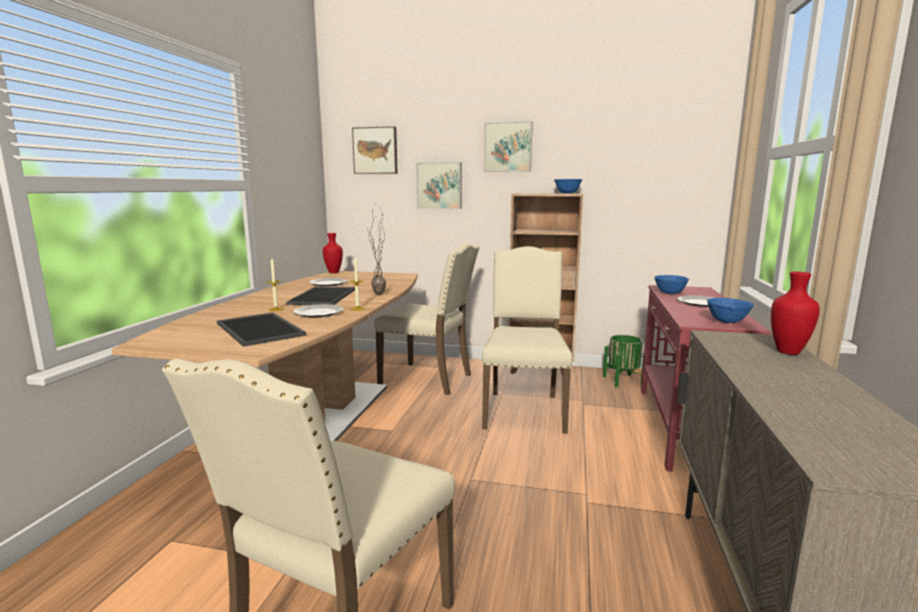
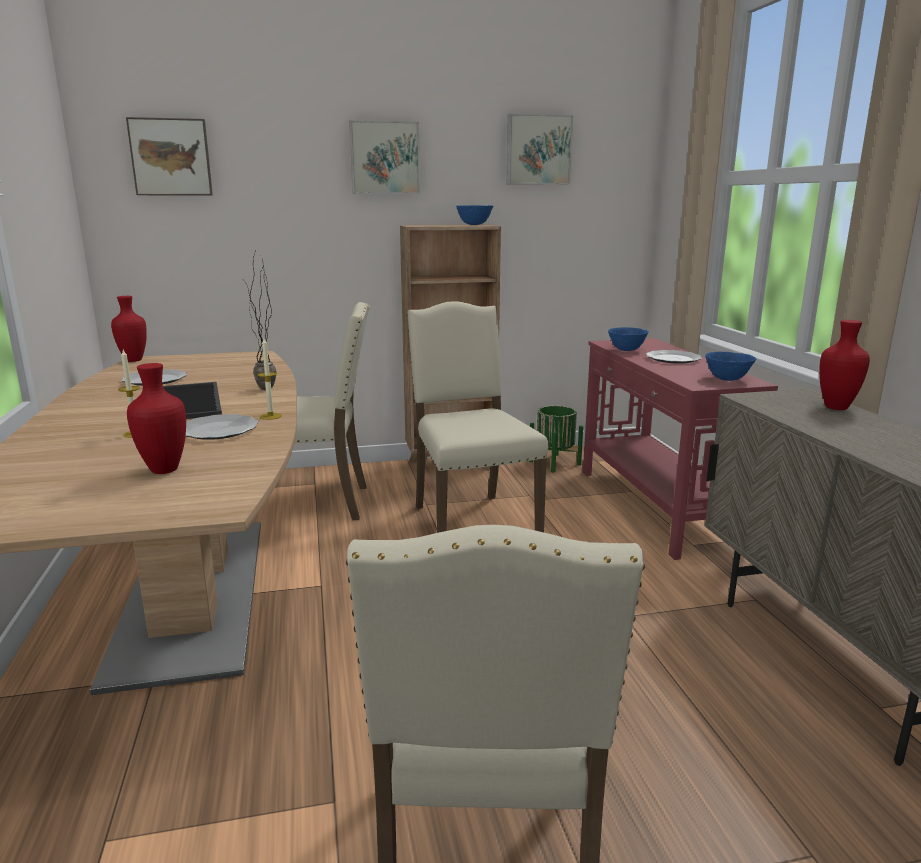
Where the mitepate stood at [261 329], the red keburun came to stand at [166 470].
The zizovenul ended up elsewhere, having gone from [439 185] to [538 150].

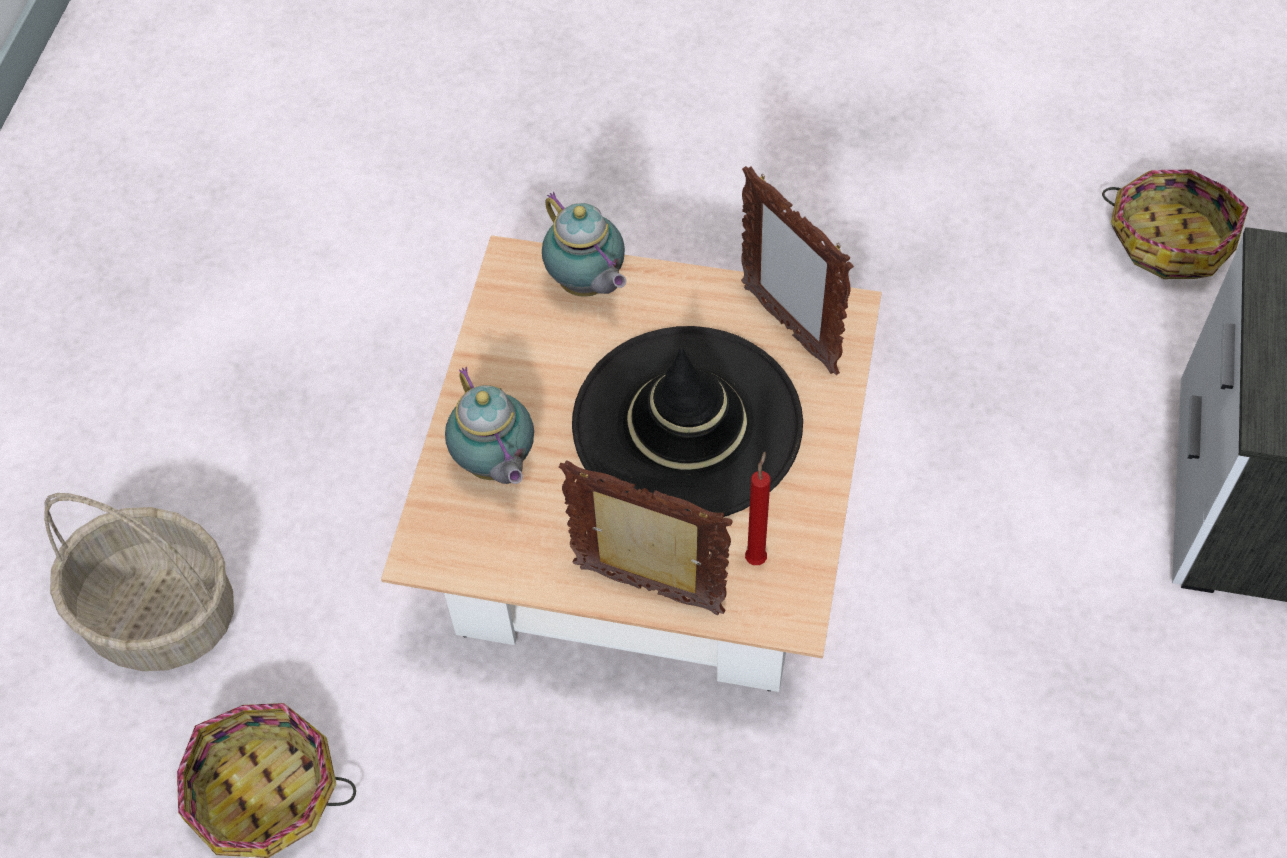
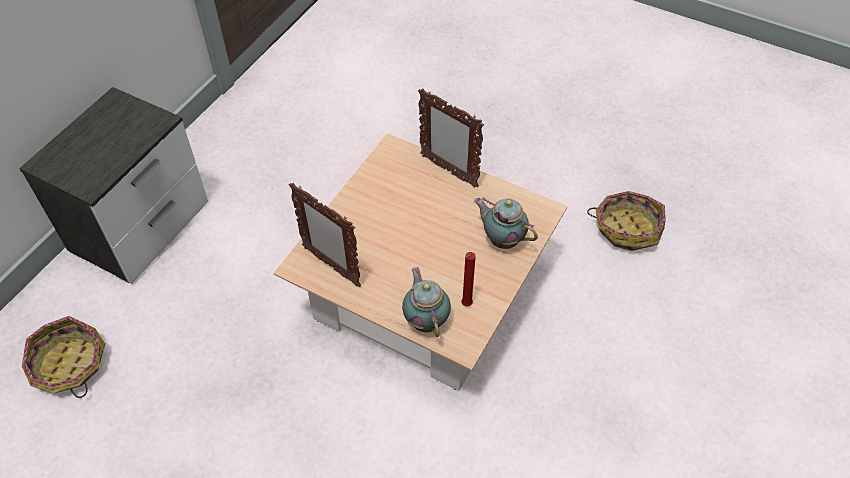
The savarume at [788 329] ended up facing another way, 150 degrees clockwise from before.
The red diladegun ended up elsewhere, having gone from [756 556] to [465 305].
The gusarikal at [496 466] ended up facing another way, 45 degrees counterclockwise from before.
The second view lost the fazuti at [158 615].
The second view lost the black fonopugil at [687 424].

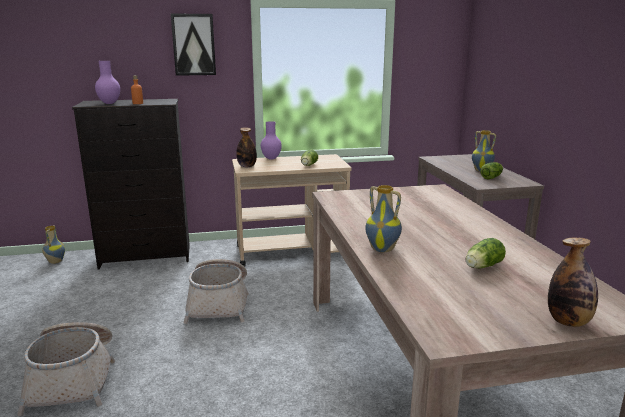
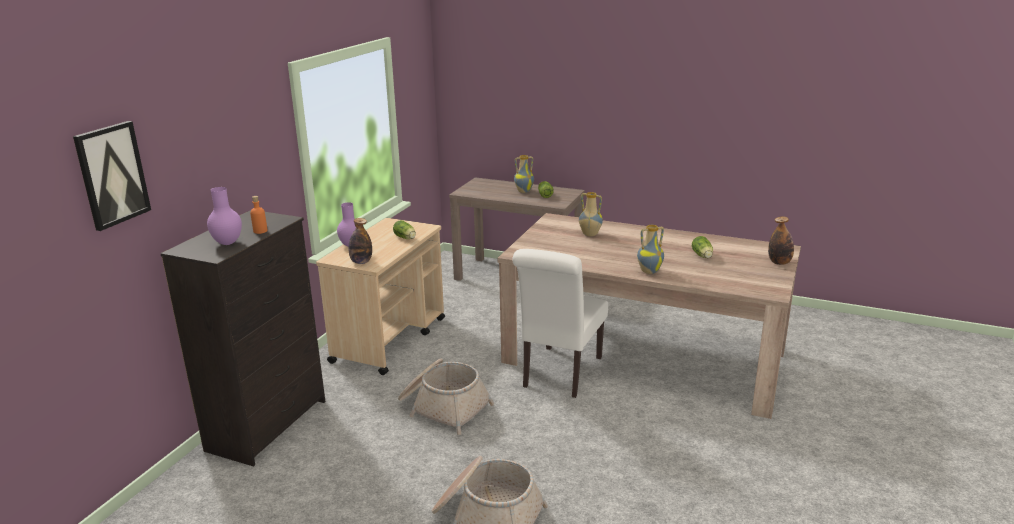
The zizovenul ended up elsewhere, having gone from [193 44] to [112 175].
The second view gained the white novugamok at [560 374].
The keburun ended up elsewhere, having gone from [55 261] to [589 234].

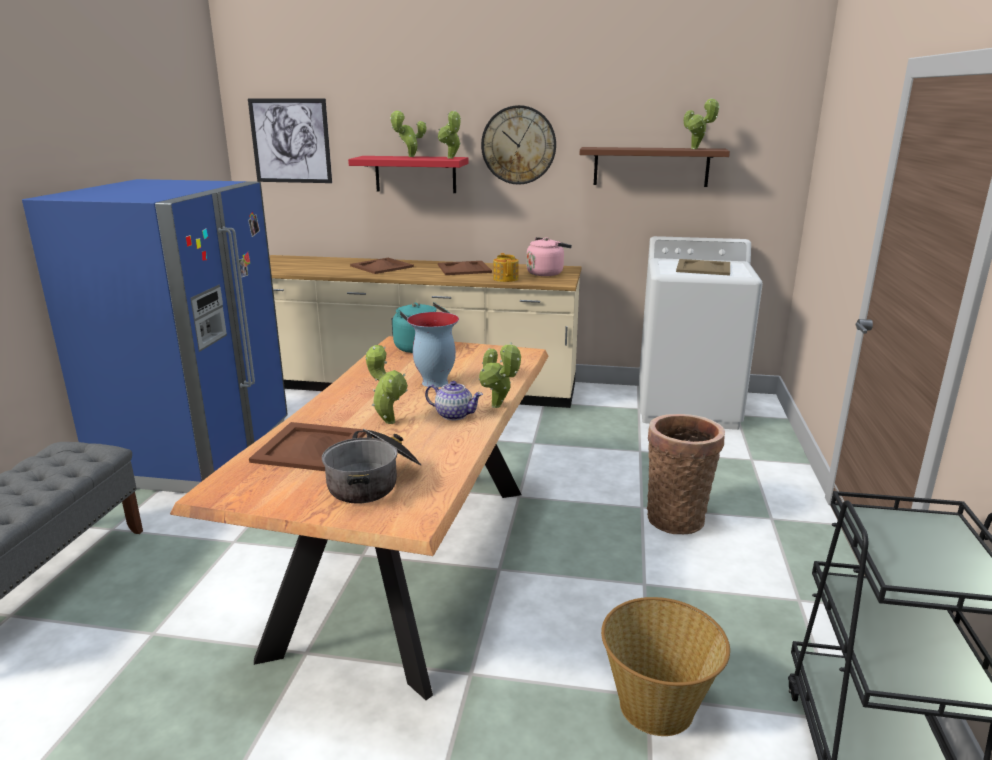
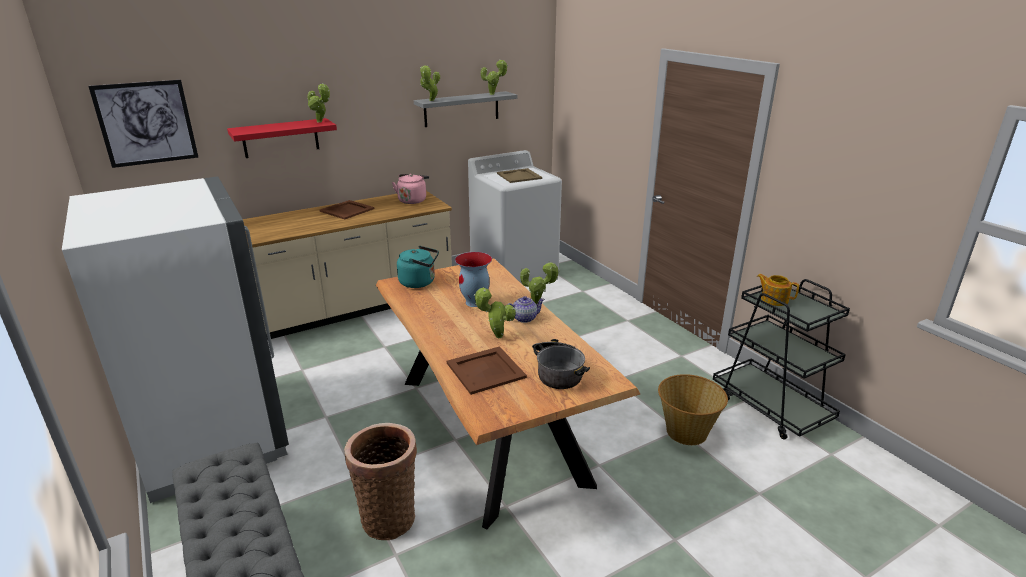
What was the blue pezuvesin at [197 453] turned into the white pezuvesin at [214 436].
The fazuti ended up elsewhere, having gone from [677 517] to [388 516].
What was the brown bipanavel at [651 166] turned into the grey bipanavel at [461 109].
The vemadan ended up elsewhere, having gone from [409 157] to [431 101].
The gusarikal ended up elsewhere, having gone from [506 278] to [774 299].
The second view lost the brown mitepate at [381 266].
The second view lost the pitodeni at [518 145].

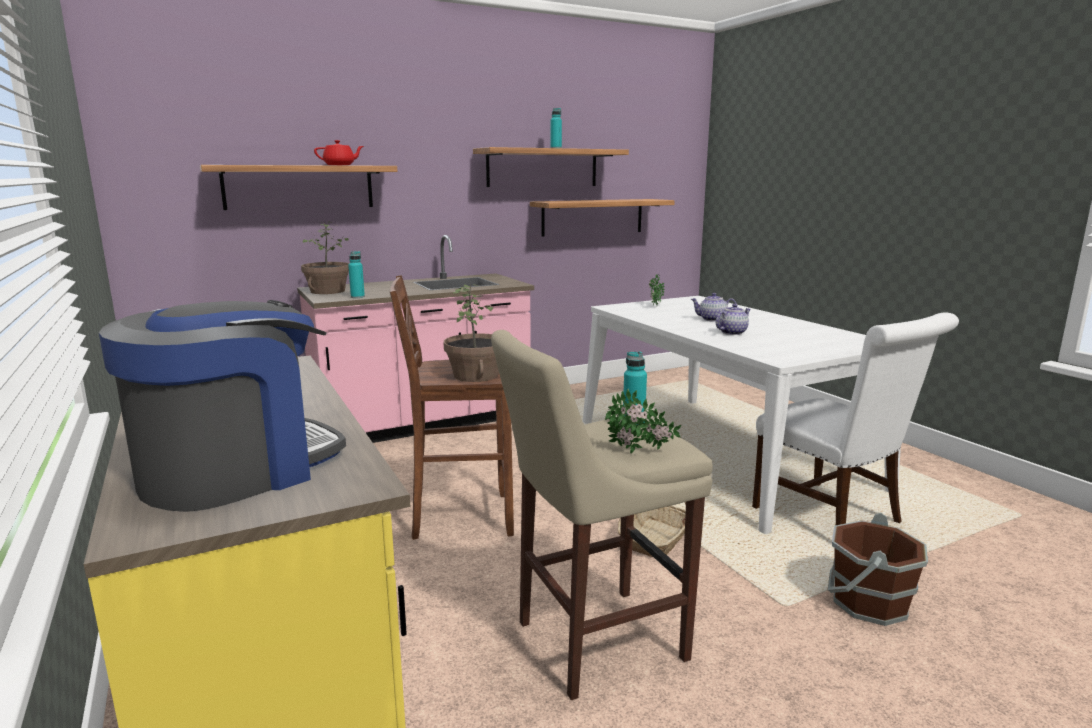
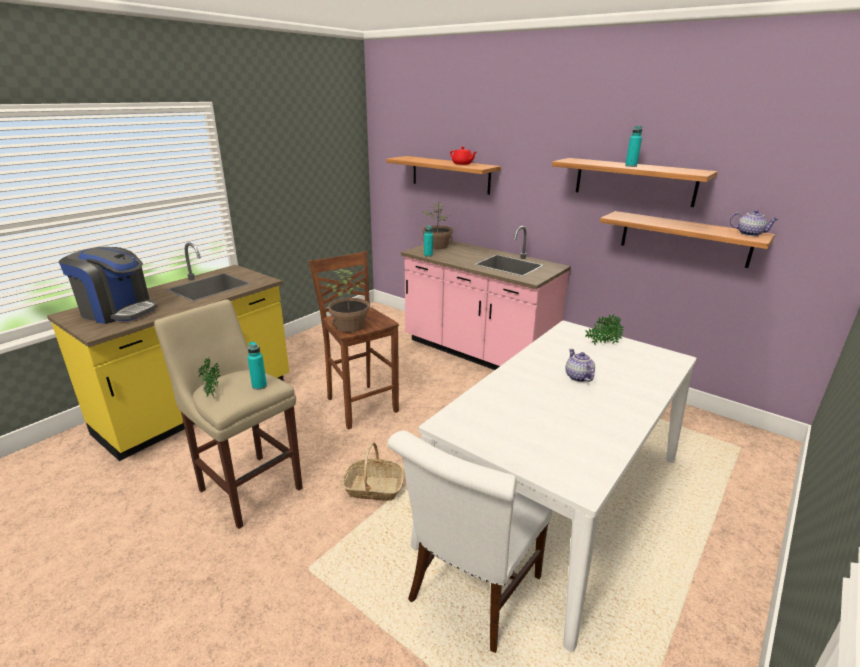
The gusarikal ended up elsewhere, having gone from [731 332] to [749 234].
The second view lost the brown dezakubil at [868 602].

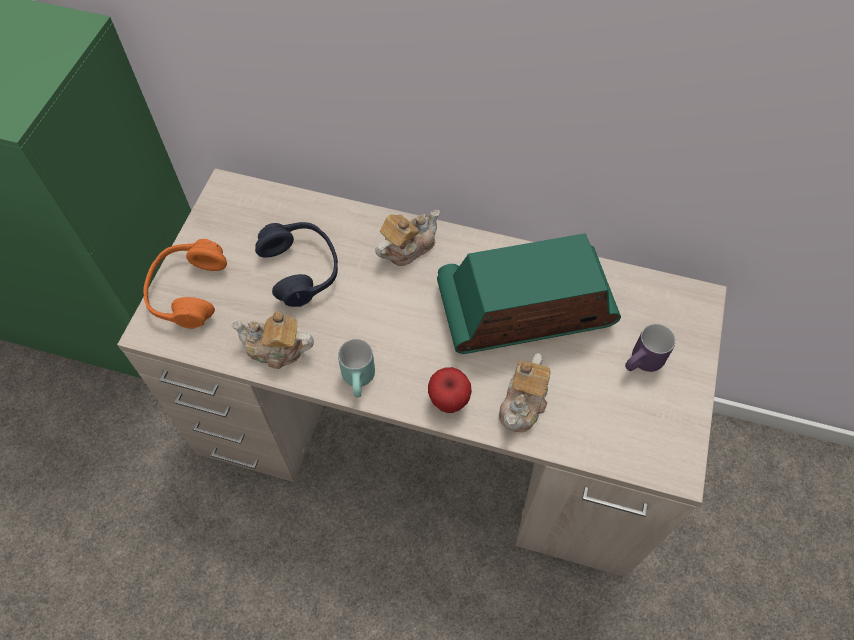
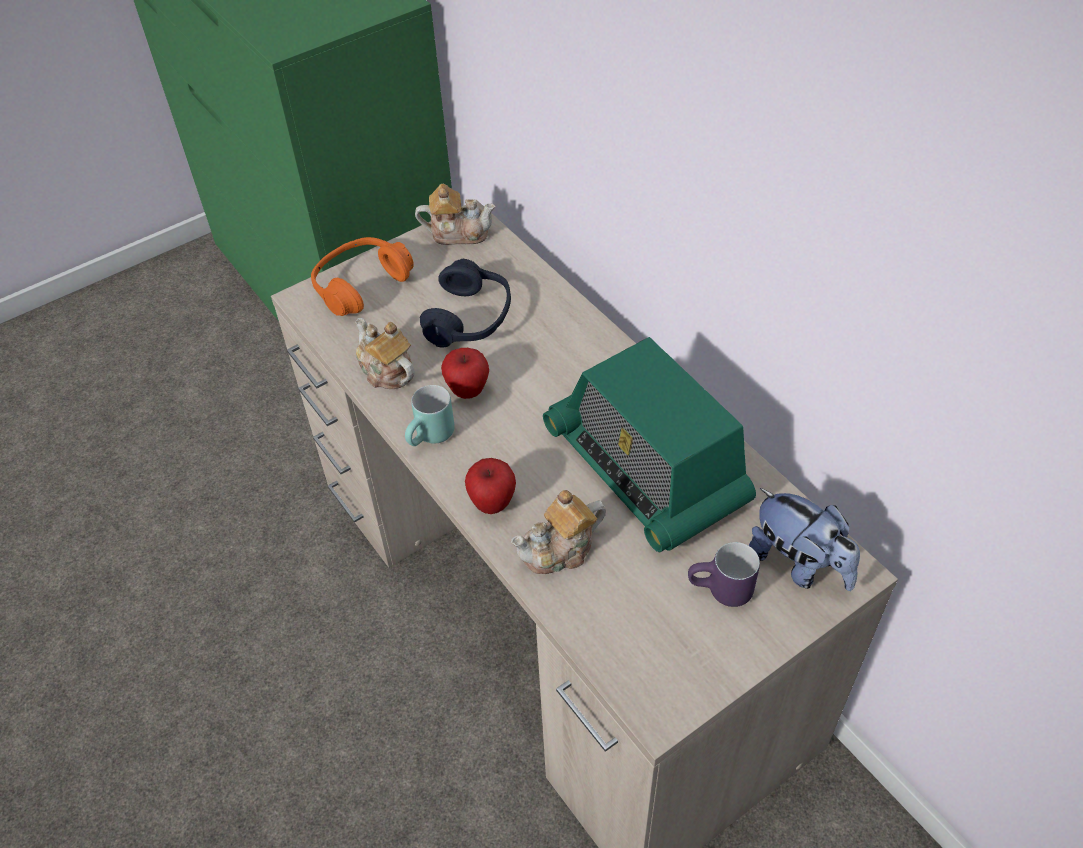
The gusarikal ended up elsewhere, having gone from [407 247] to [458 233].
The second view gained the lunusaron at [468 390].
The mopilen at [524 308] ended up facing another way, 150 degrees counterclockwise from before.
The second view gained the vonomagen at [799 564].

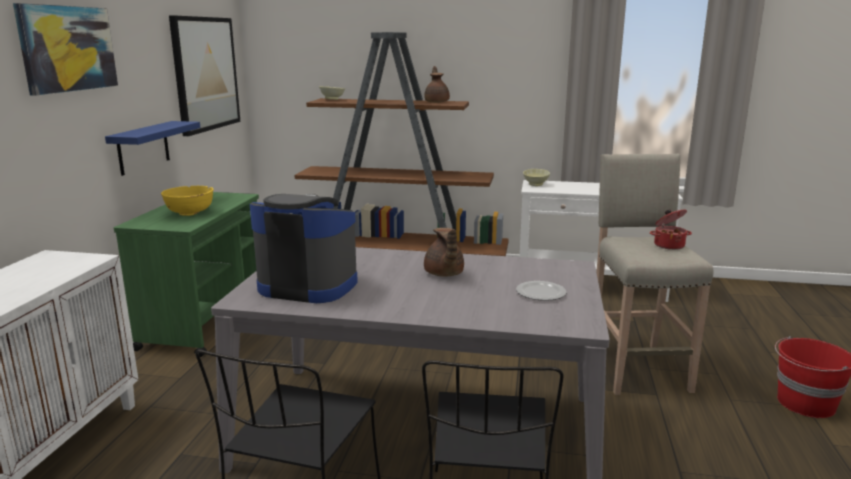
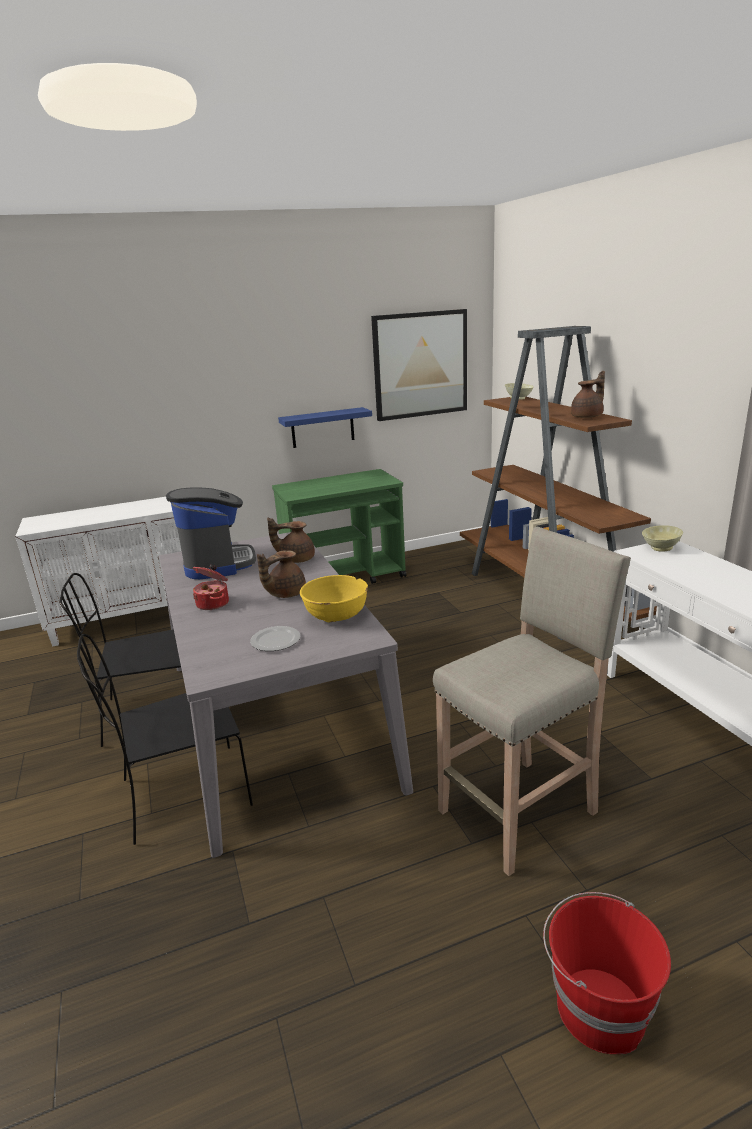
The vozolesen ended up elsewhere, having gone from [668 245] to [213 603].
The second view gained the brown gusarikal at [296 559].
The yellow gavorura ended up elsewhere, having gone from [190 212] to [336 616].
The second view lost the zizovenul at [68 48].

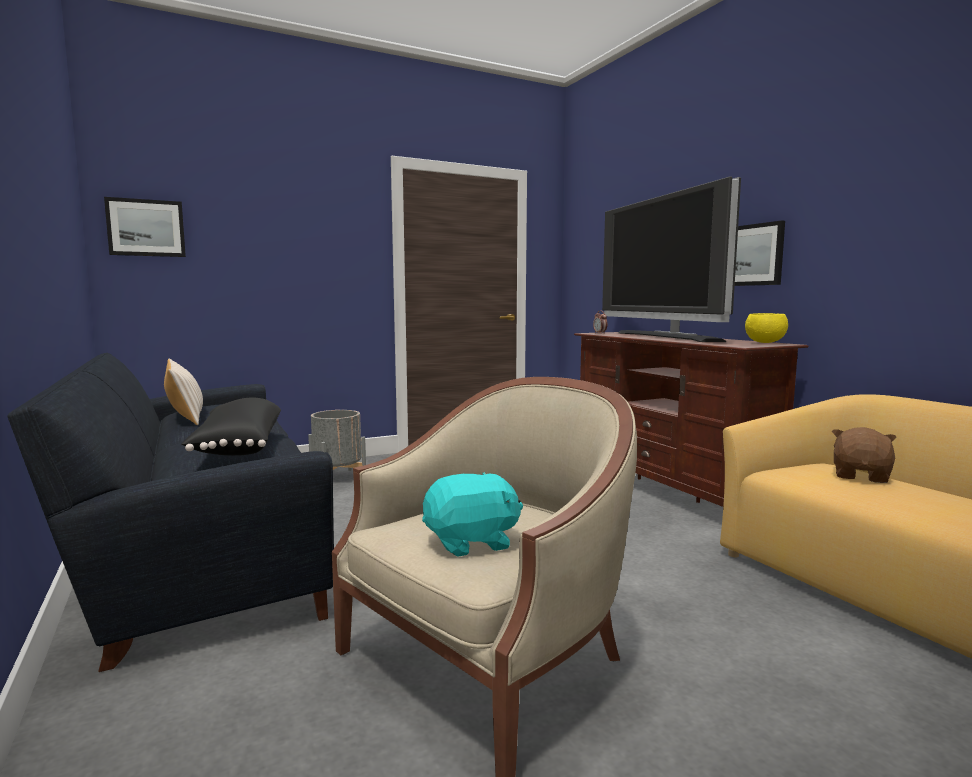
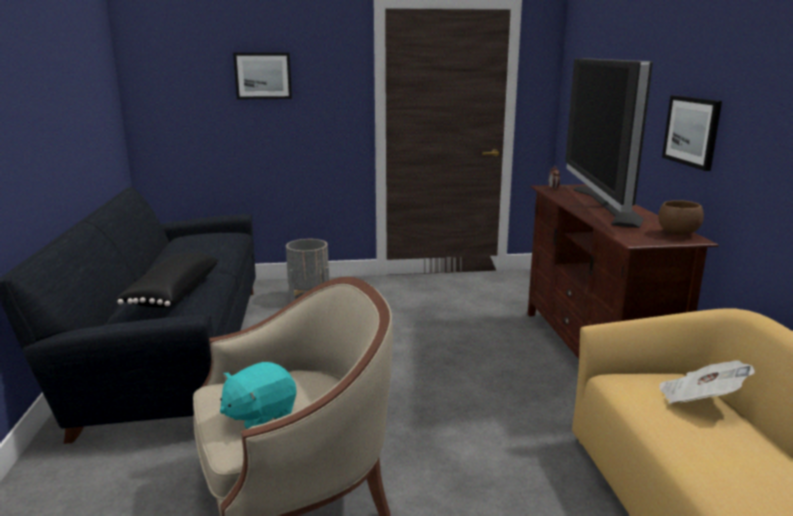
The turquoise vonomagen at [471 542] ended up facing another way, 135 degrees clockwise from before.
The zizovenul ended up elsewhere, having gone from [146 228] to [263 76].
What was the yellow gavorura at [764 342] turned into the brown gavorura at [677 234].
Where the brown vonomagen stood at [861 476], the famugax came to stand at [699 400].
The second view lost the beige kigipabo at [185 415].

